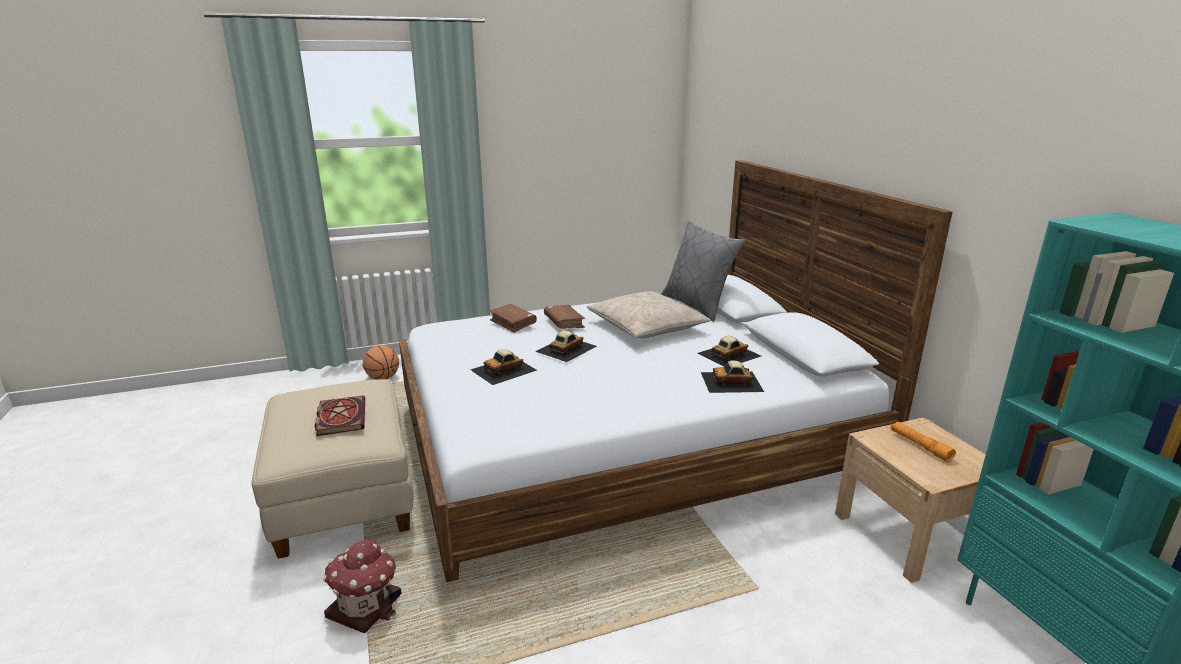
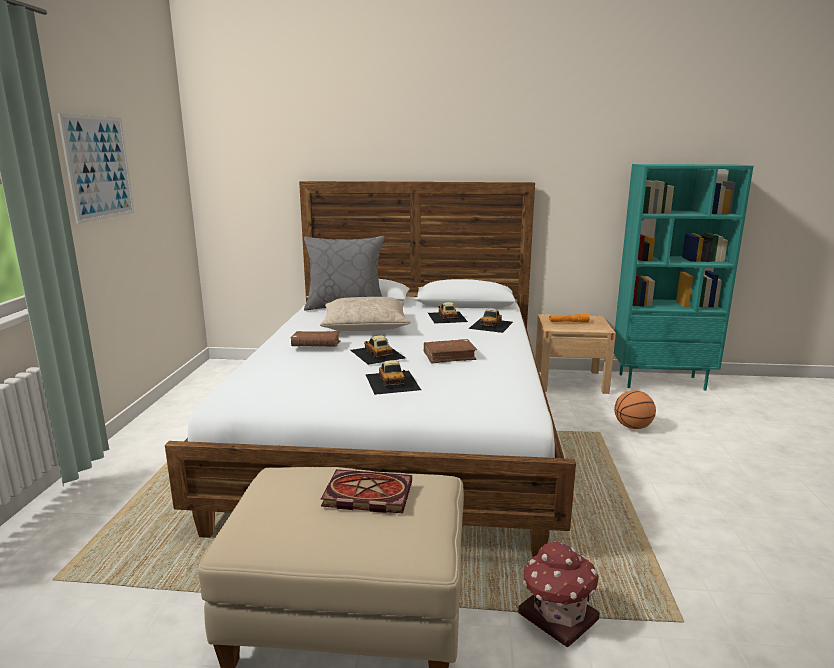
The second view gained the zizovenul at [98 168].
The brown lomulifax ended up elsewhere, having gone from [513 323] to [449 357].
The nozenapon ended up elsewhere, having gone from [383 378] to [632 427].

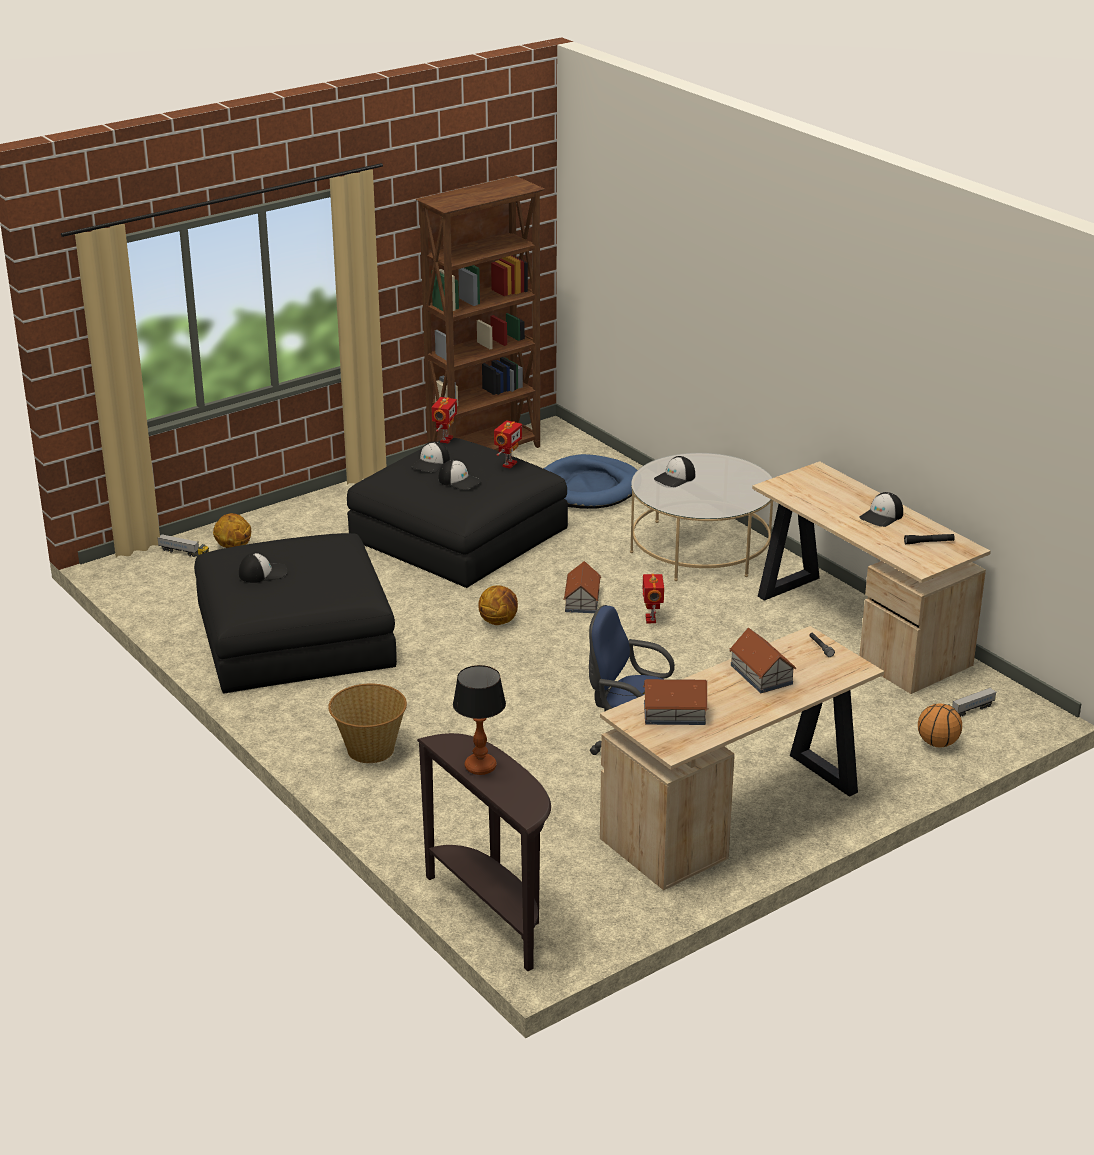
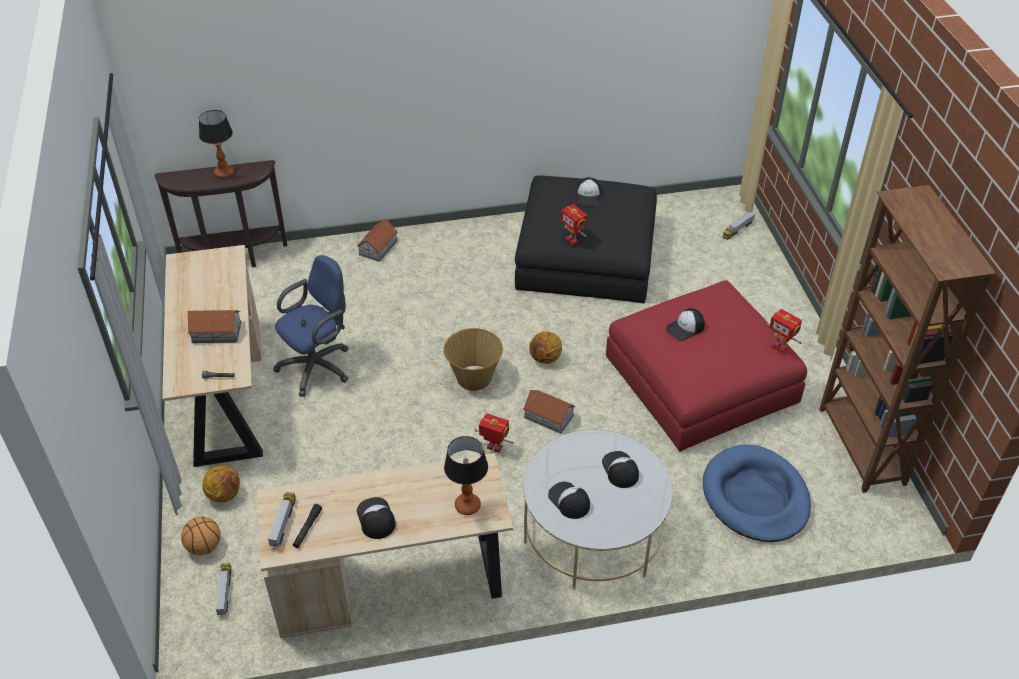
The nozenapon ended up elsewhere, having gone from [233 547] to [225 494].
The second view gained the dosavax at [283 523].
The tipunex ended up elsewhere, having gone from [673 713] to [378 247].
The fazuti ended up elsewhere, having gone from [370 750] to [474 377].
The second view gained the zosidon at [467 505].
The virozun ended up elsewhere, having gone from [431 463] to [569 501].
The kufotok ended up elsewhere, having gone from [508 464] to [572 240].
What was the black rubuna at [458 534] turned into the red rubuna at [700 379].

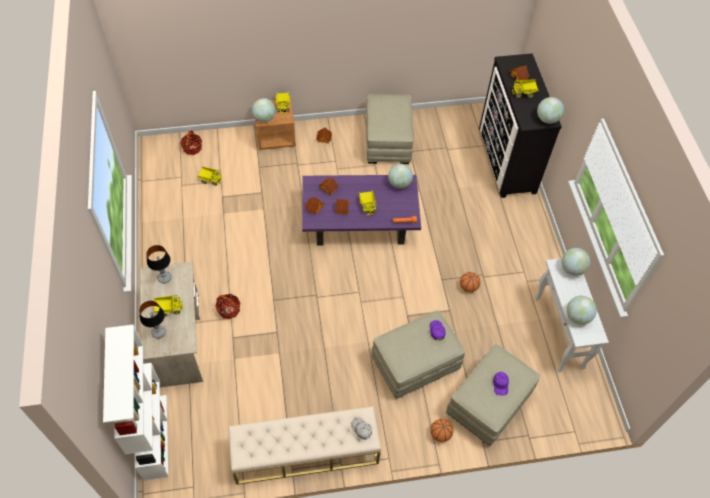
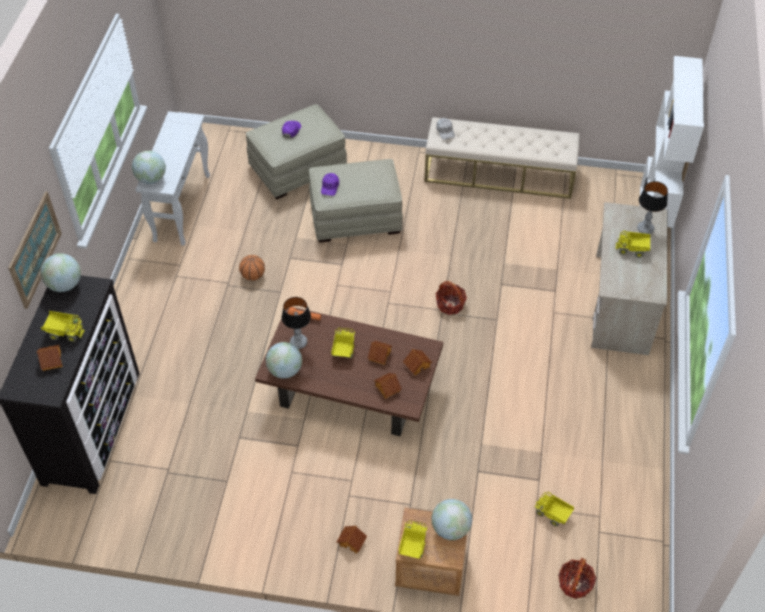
The second view gained the zizovenul at [35 249].
What was the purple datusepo at [360 221] turned into the brown datusepo at [350 390].
The zosidon ended up elsewhere, having gone from [164 278] to [298 342].
The fazuti ended up elsewhere, having gone from [229 310] to [450 304].
The second view lost the beige rubuna at [388 141].
The second view lost the nozenapon at [440 434].
The second view lost the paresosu at [577 316].

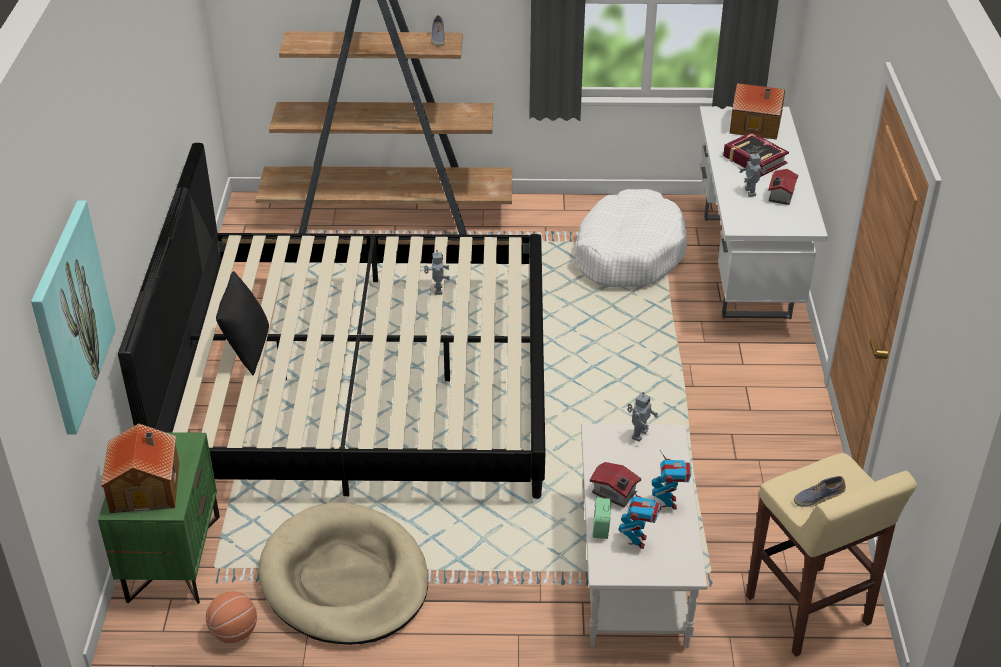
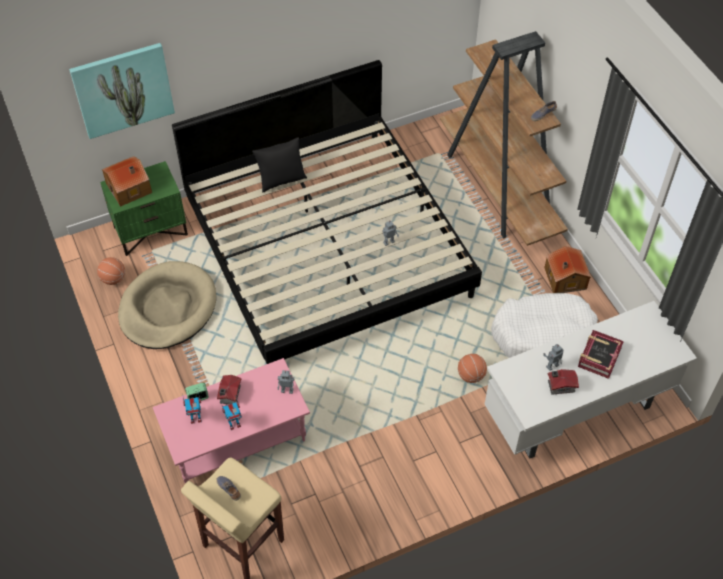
What was the white datusepo at [635 569] turned into the pink datusepo at [236 441].
The second view gained the nozenapon at [471 375].
The tipunex ended up elsewhere, having gone from [756 125] to [564 279].

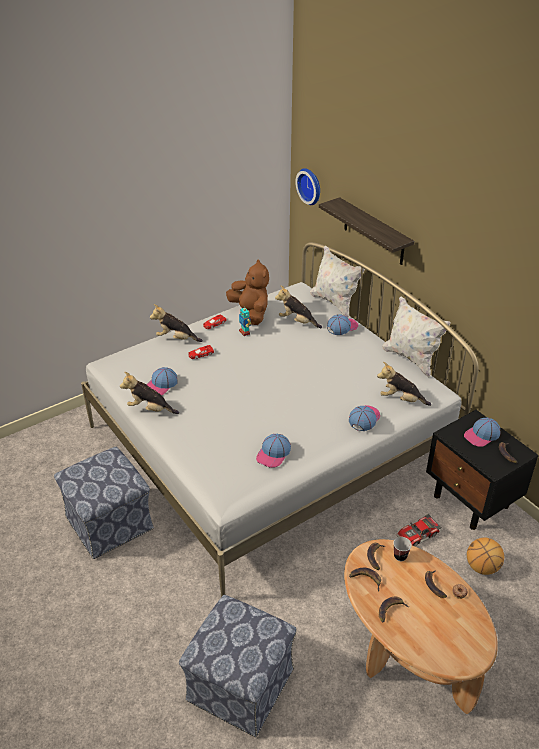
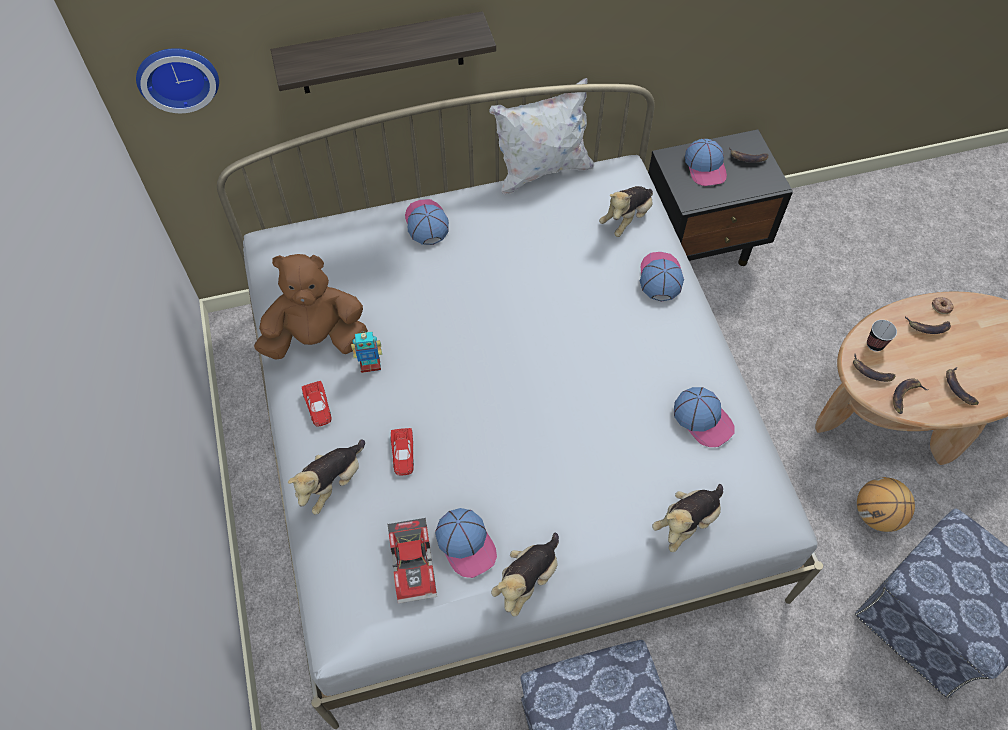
The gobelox ended up elsewhere, having gone from [418 536] to [415 563].
The virozun at [364 418] ended up facing another way, 45 degrees clockwise from before.
The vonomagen ended up elsewhere, having gone from [297 322] to [687 522].
The nozenapon ended up elsewhere, having gone from [482 567] to [876 515].
The second view lost the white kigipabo at [334 303].

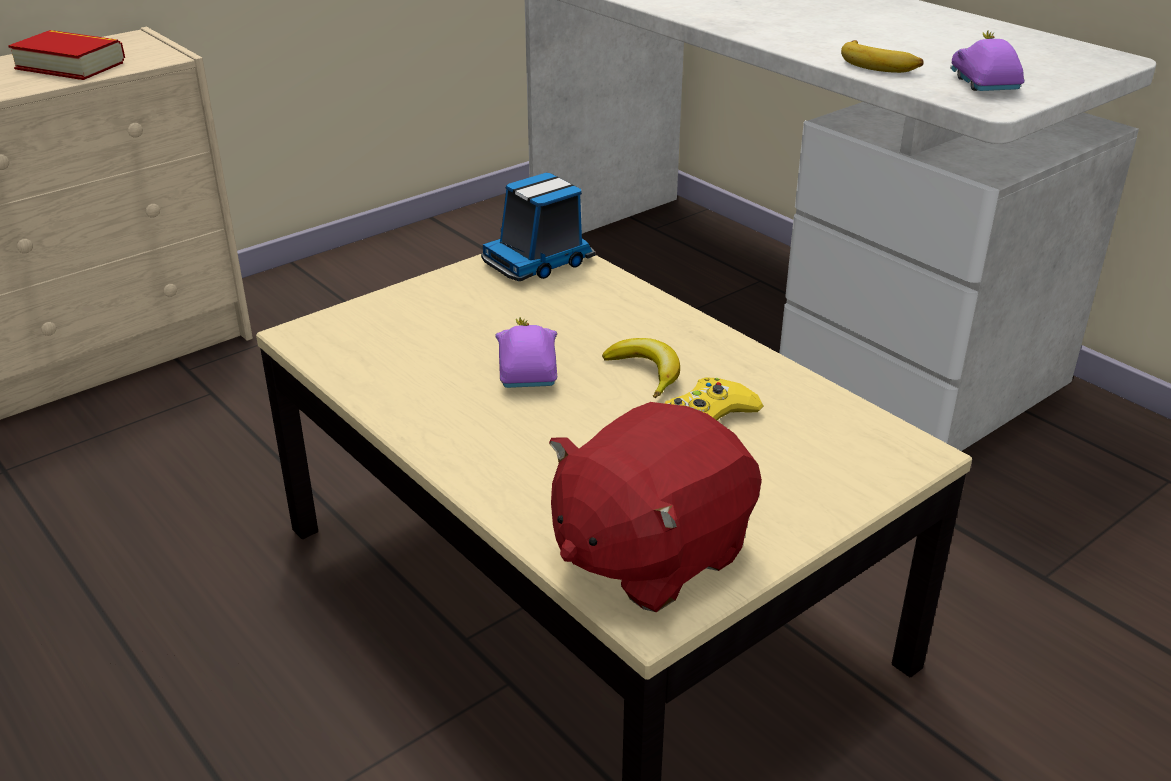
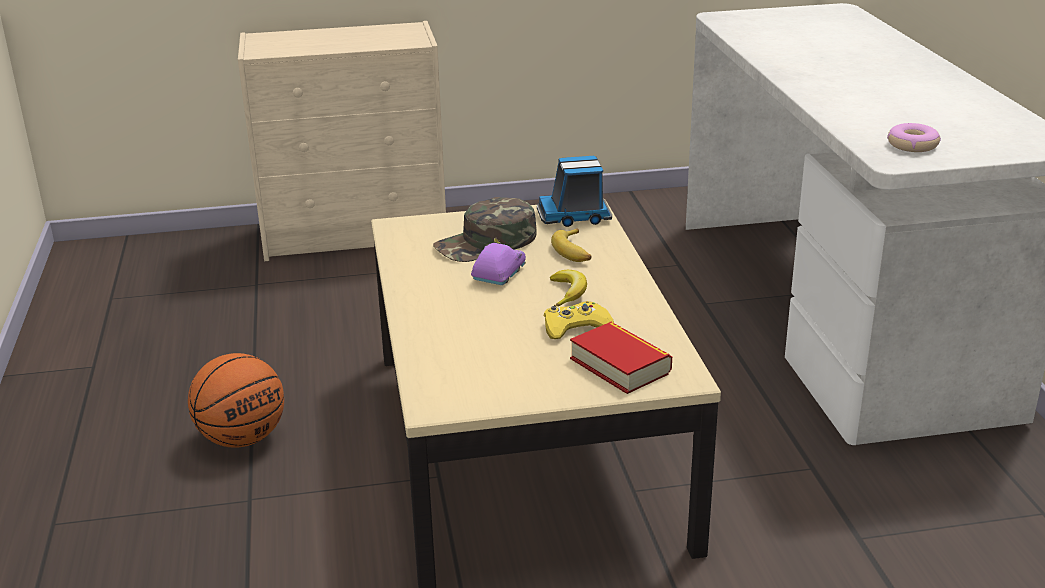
The second view gained the nozenapon at [242 438].
The second view gained the green virozun at [486 243].
The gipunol ended up elsewhere, having gone from [879 65] to [574 252].
The lomulifax ended up elsewhere, having gone from [70 65] to [620 365].
Where the purple gobelox stood at [983 84], the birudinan came to stand at [912 145].
The second view lost the red vonomagen at [649 553].

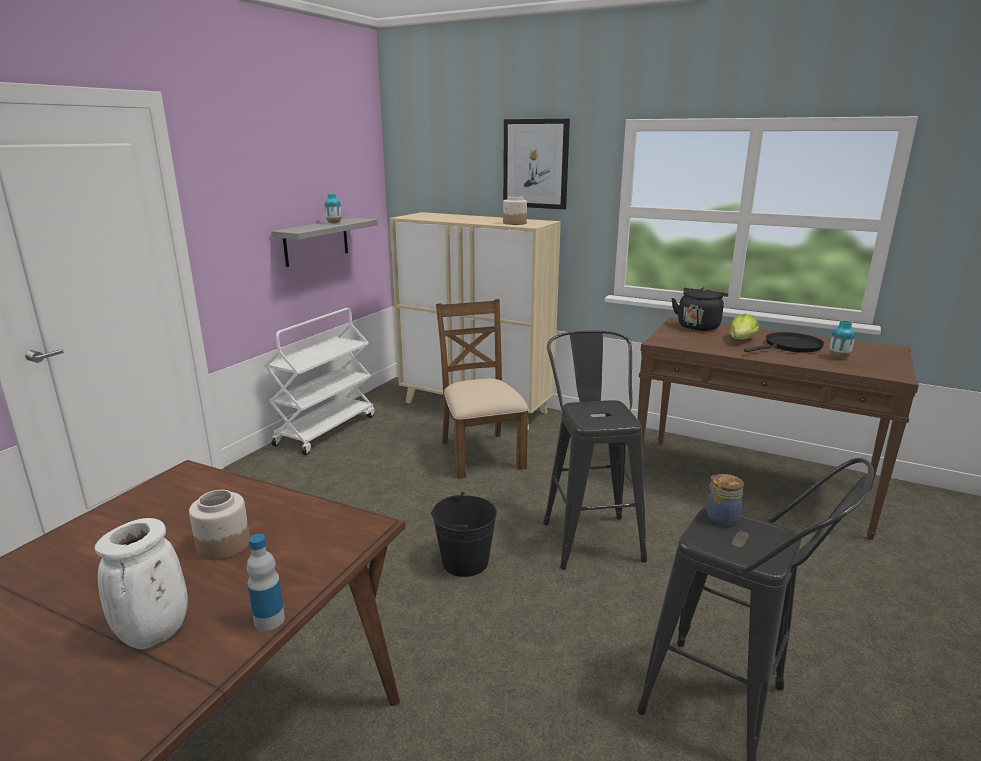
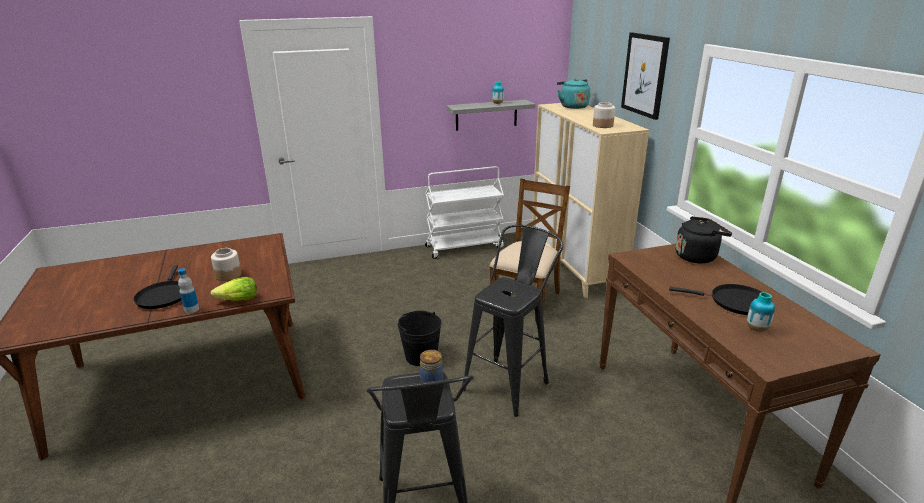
Where the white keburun stood at [154 635], the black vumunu came to stand at [163 296].
The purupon ended up elsewhere, having gone from [741 340] to [238 300].
The second view gained the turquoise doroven at [572 106].

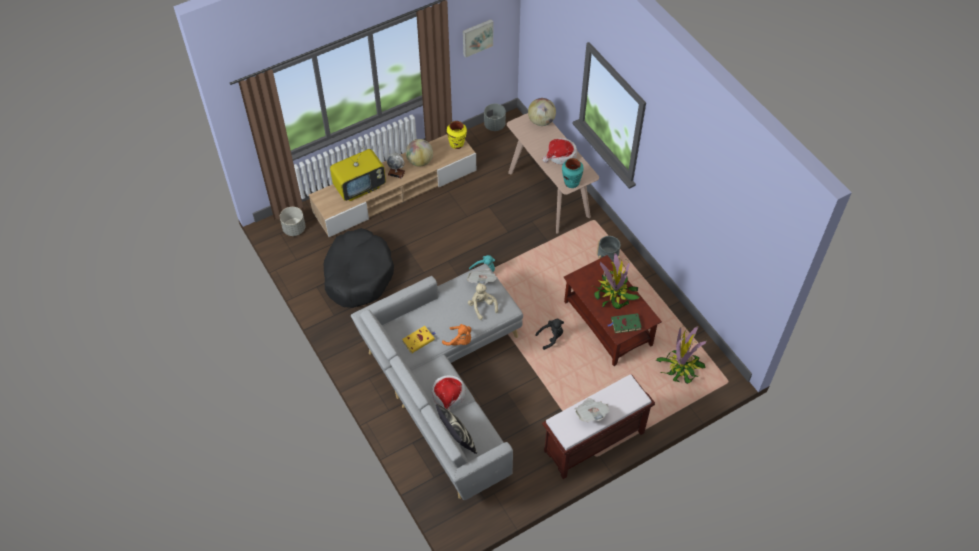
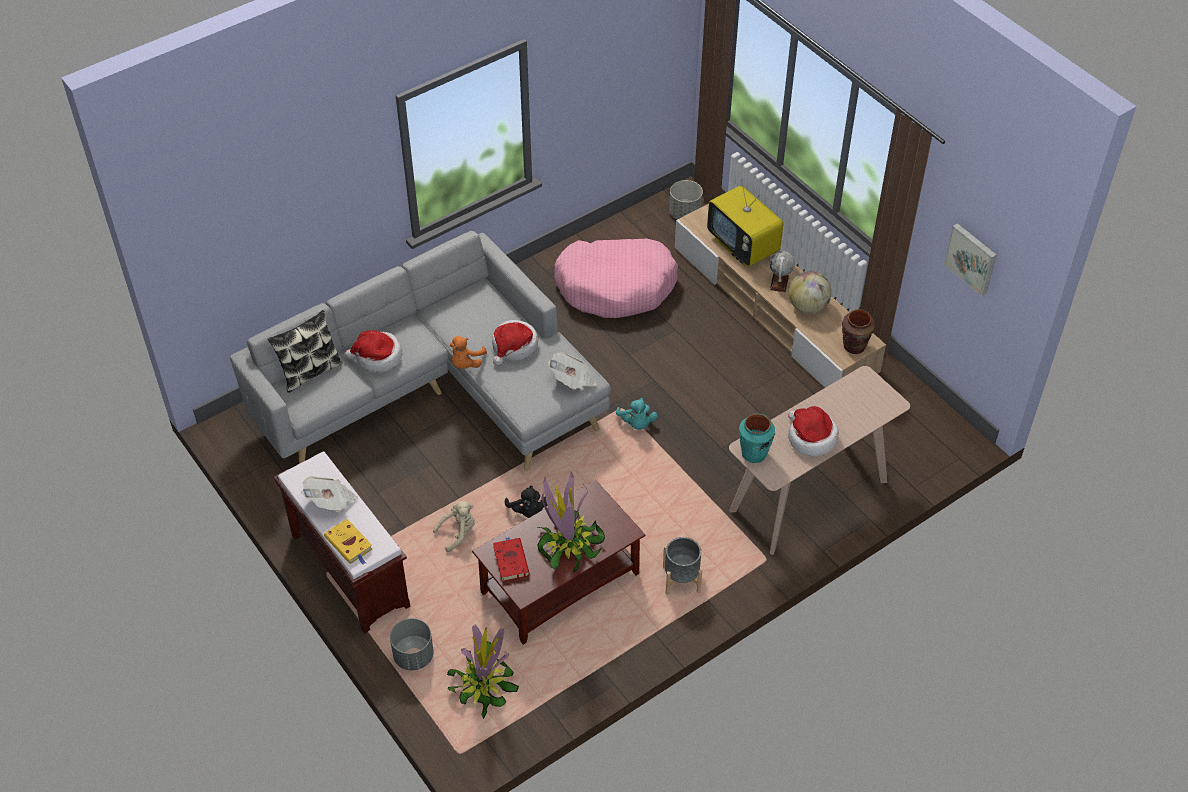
The yellow lomulifax ended up elsewhere, having gone from [419 340] to [350 544].
The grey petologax ended up elsewhere, having gone from [494 125] to [413 656].
The beige vonomagen ended up elsewhere, having gone from [482 306] to [458 533].
The second view gained the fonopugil at [514 347].
What was the green lomulifax at [625 324] turned into the red lomulifax at [510 560].
What was the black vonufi at [358 274] turned into the pink vonufi at [616 286].
What was the yellow keburun at [457 144] turned into the brown keburun at [854 346].
The second view lost the paresosu at [541 121].

